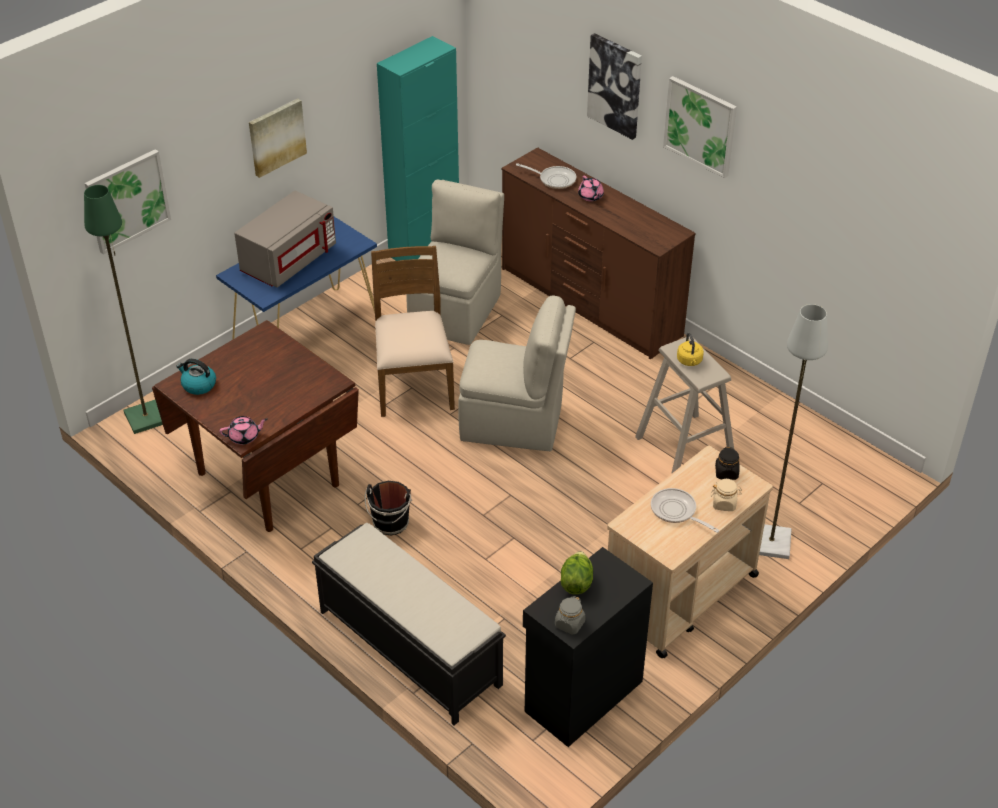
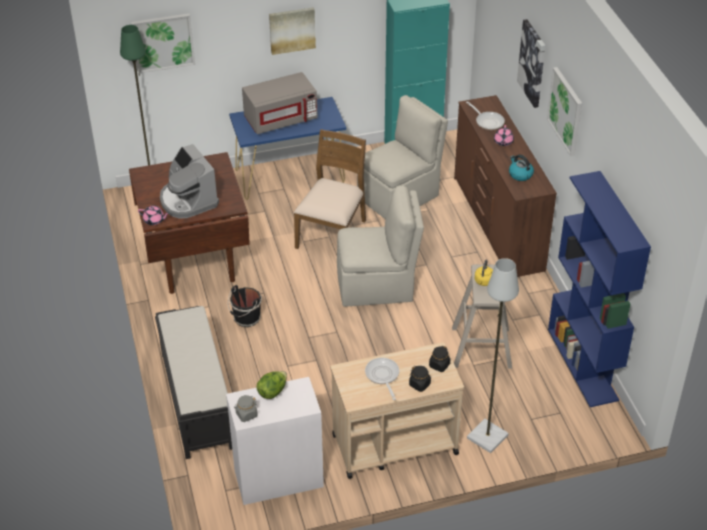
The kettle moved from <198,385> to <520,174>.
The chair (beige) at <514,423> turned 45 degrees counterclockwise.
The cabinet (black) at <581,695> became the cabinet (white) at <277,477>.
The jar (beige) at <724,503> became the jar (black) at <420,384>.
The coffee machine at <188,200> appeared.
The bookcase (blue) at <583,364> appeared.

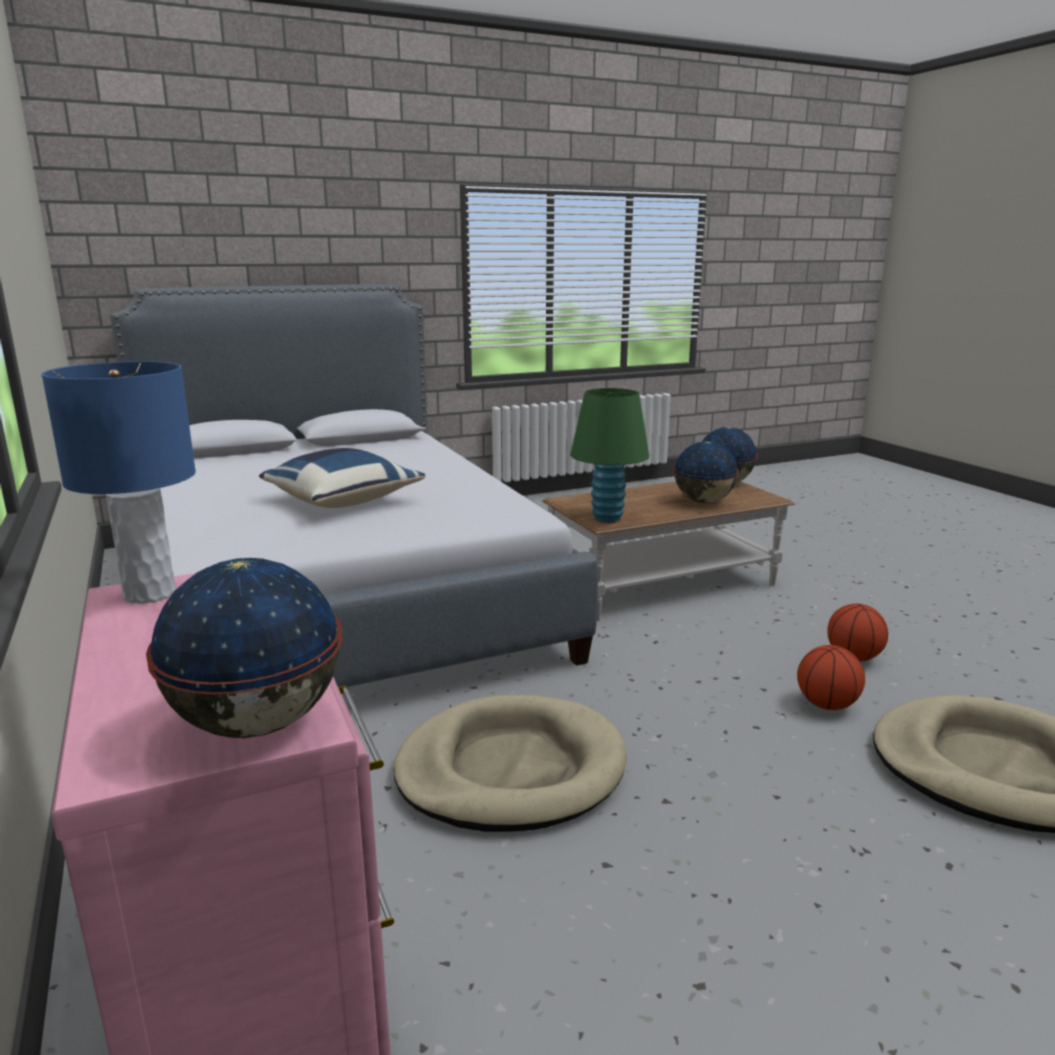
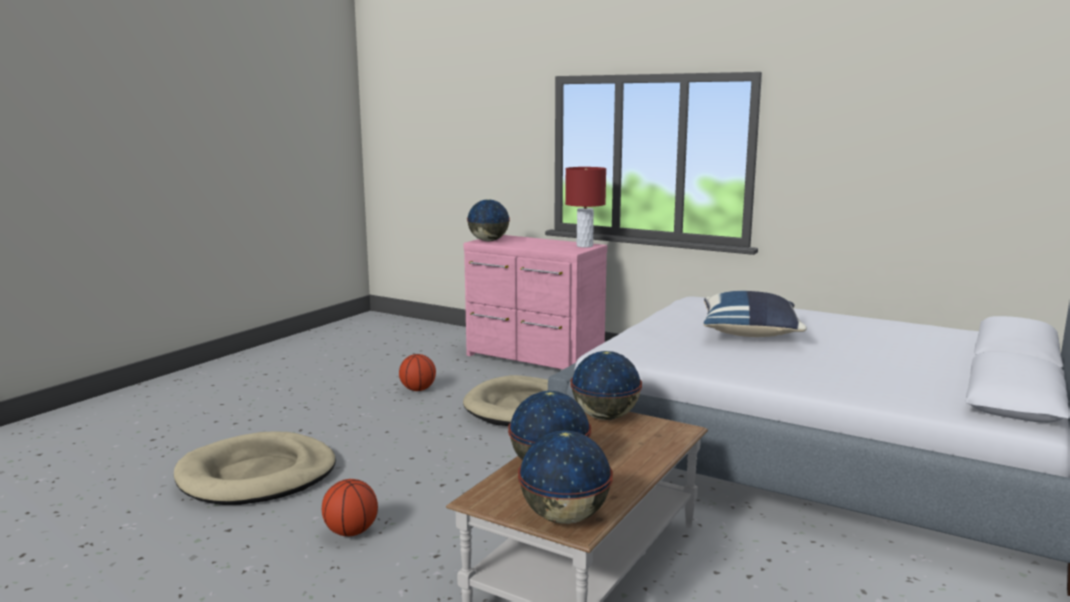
The table lamp (blue) at <149,594> became the table lamp (red) at <585,246>.
The table lamp (green) at <607,518> was replaced by the globe at <605,417>.
The basketball moved from <826,705> to <418,389>.

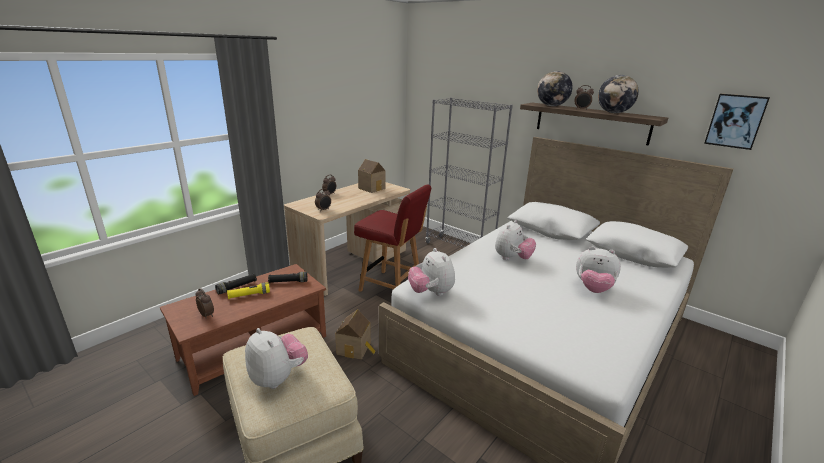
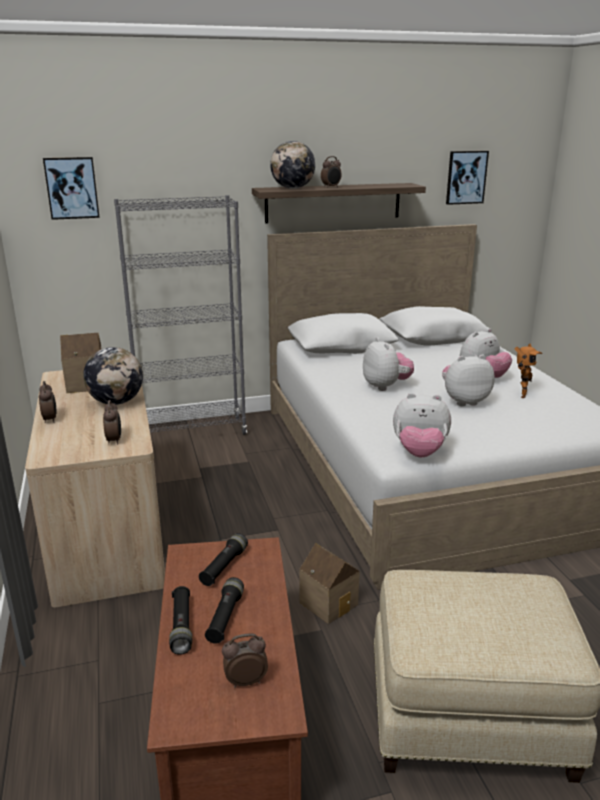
The flashlight (yellow) at <249,295> became the flashlight (black) at <225,617>.
The plush toy moved from <278,377> to <464,401>.
The chair (red) at <392,287> disappeared.
The globe moved from <613,113> to <116,402>.
The picture at <72,188> appeared.
The toy robot at <520,395> appeared.

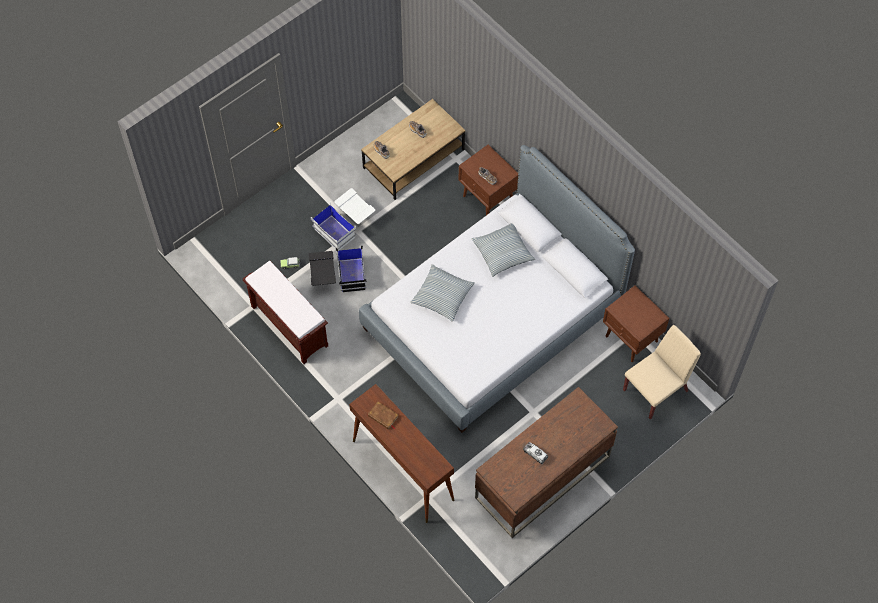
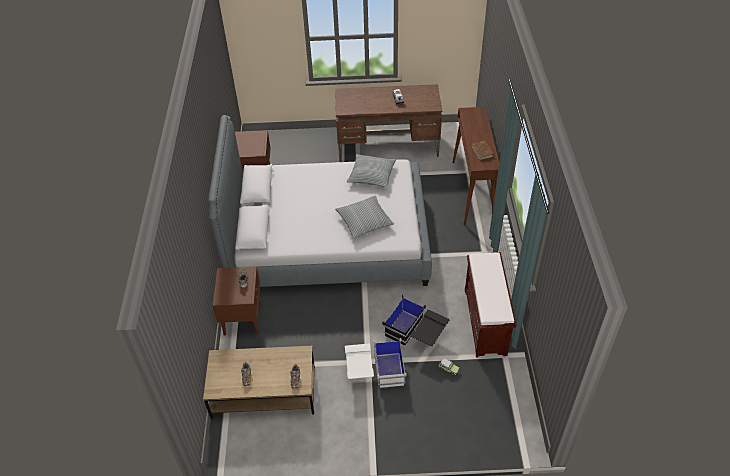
The pillow moved from <502,252> to <371,175>.
The chair (beige) at <656,390> disappeared.

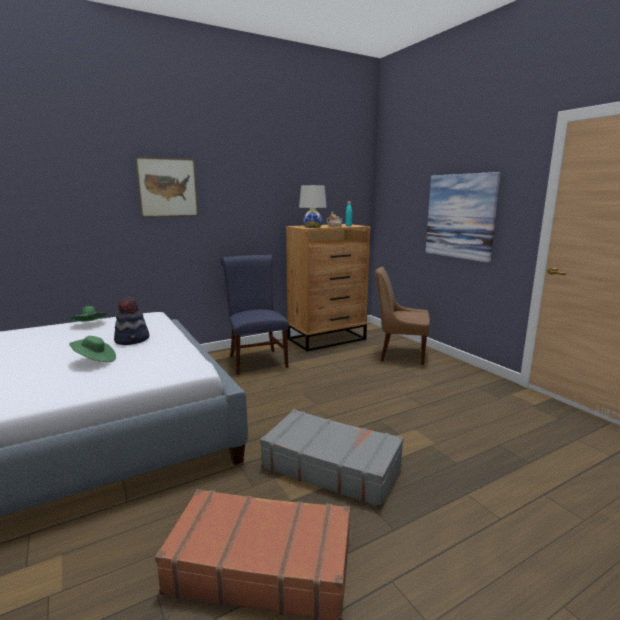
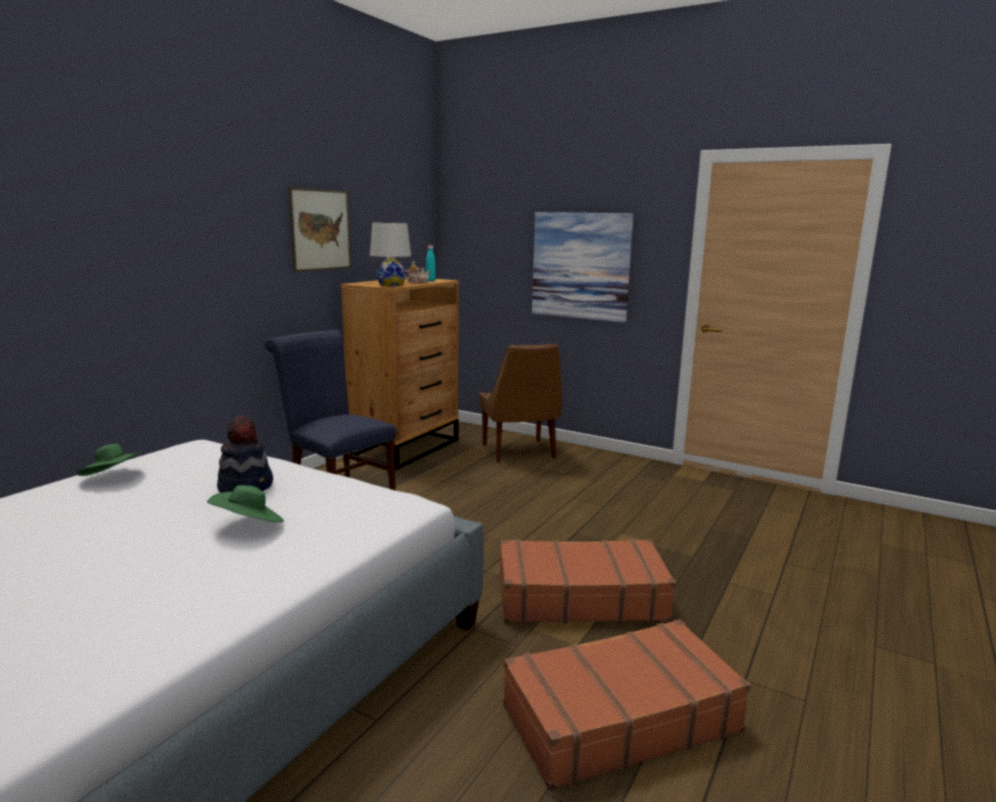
The picture moved from <168,187> to <320,230>.
The suitcase (grey) at <331,466> became the suitcase (brown) at <580,597>.
The chair (brown) at <400,354> turned 90 degrees counterclockwise.

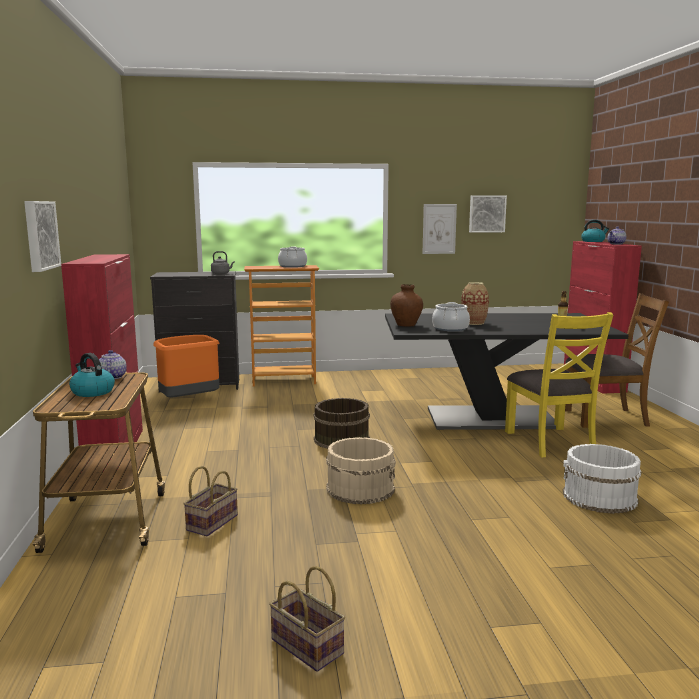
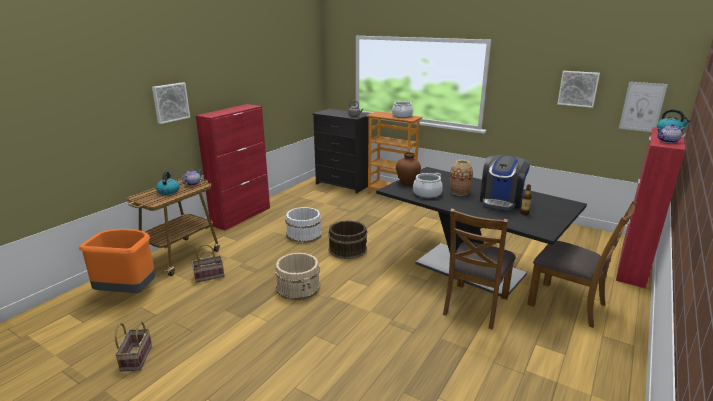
The trash can (orange) moved from <188,402> to <128,292>.
The picture moved from <439,229> to <642,107>.
The chair (yellow) at <550,442> became the chair (brown) at <475,305>.
The bucket (white) moved from <599,497> to <303,234>.
The coffee machine at <501,201> appeared.

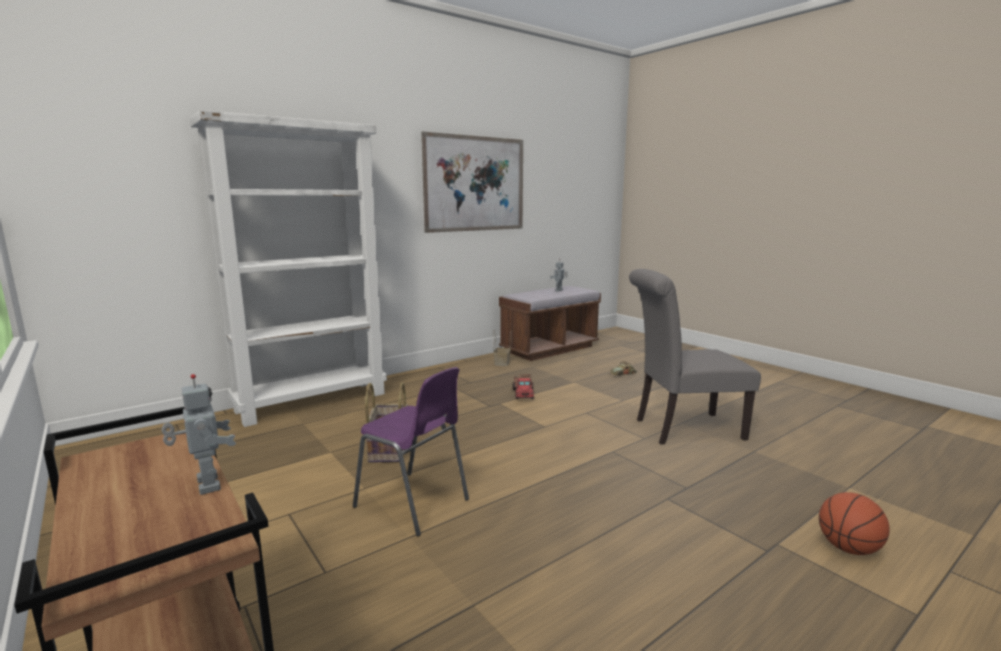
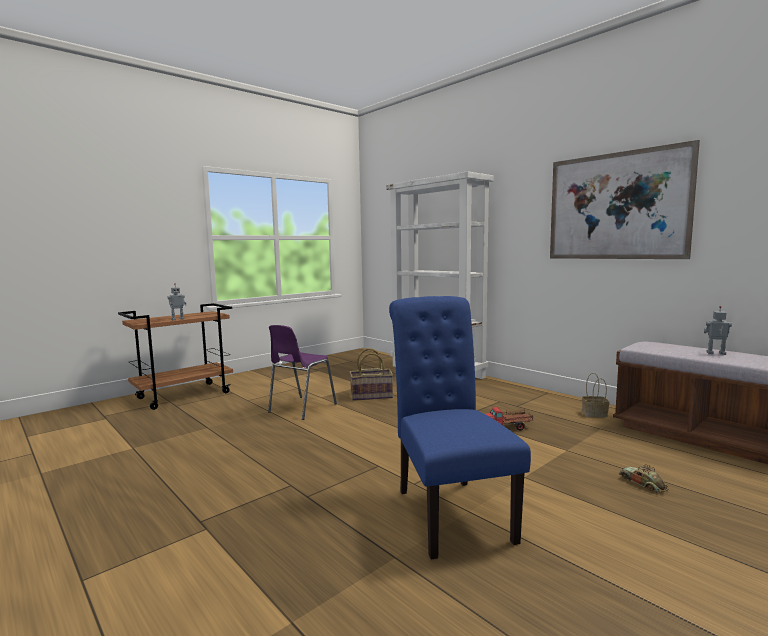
The chair (grey) at <682,429> became the chair (blue) at <449,510>.
The basketball at <848,548> disappeared.

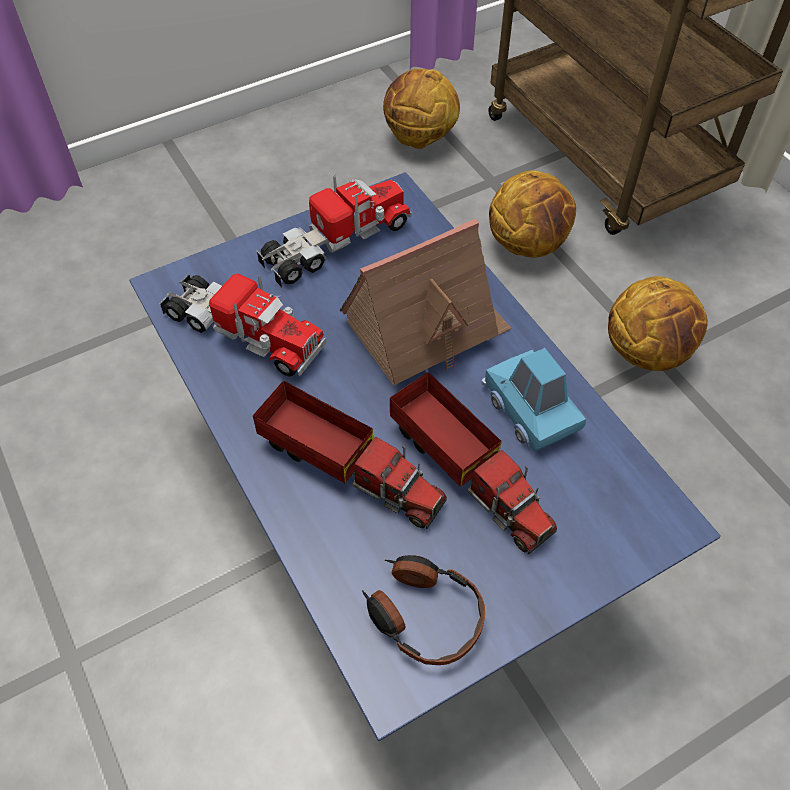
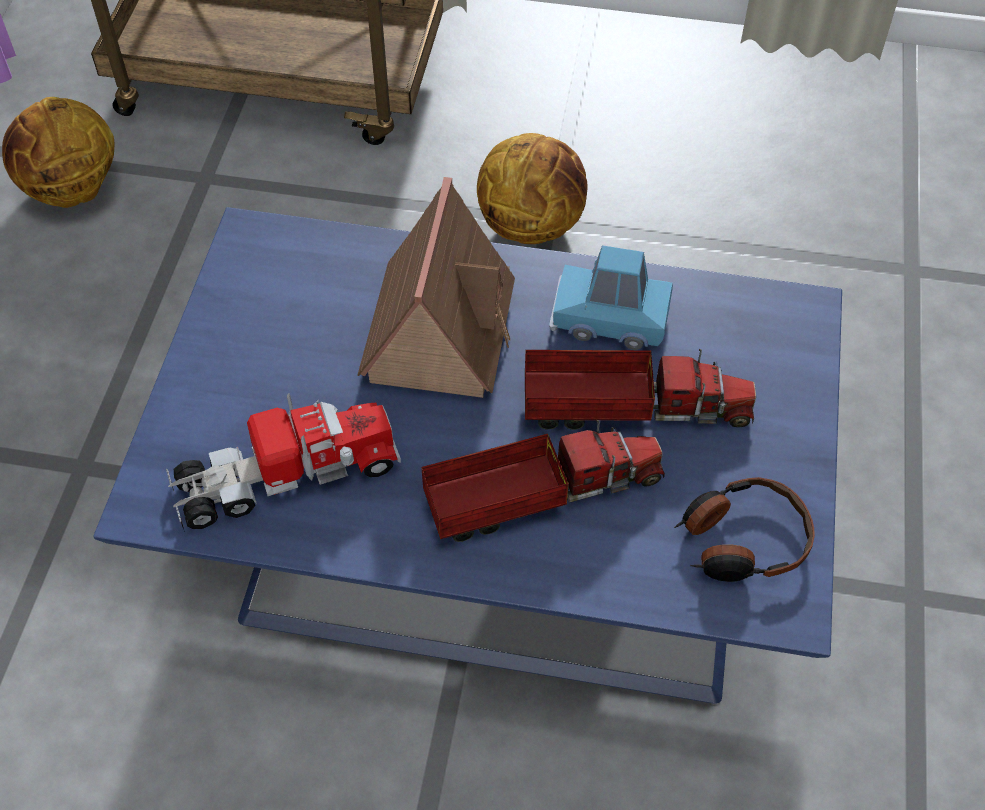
The toy truck at <335,243> disappeared.
The basketball at <528,244> disappeared.

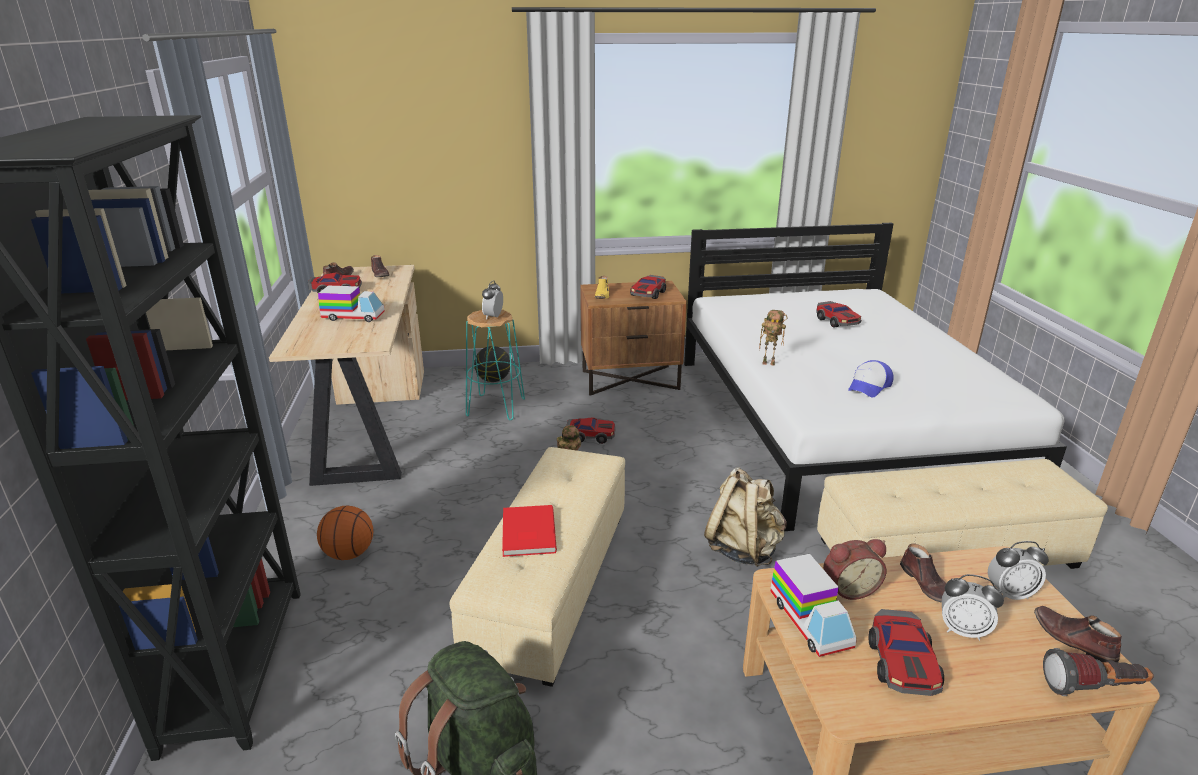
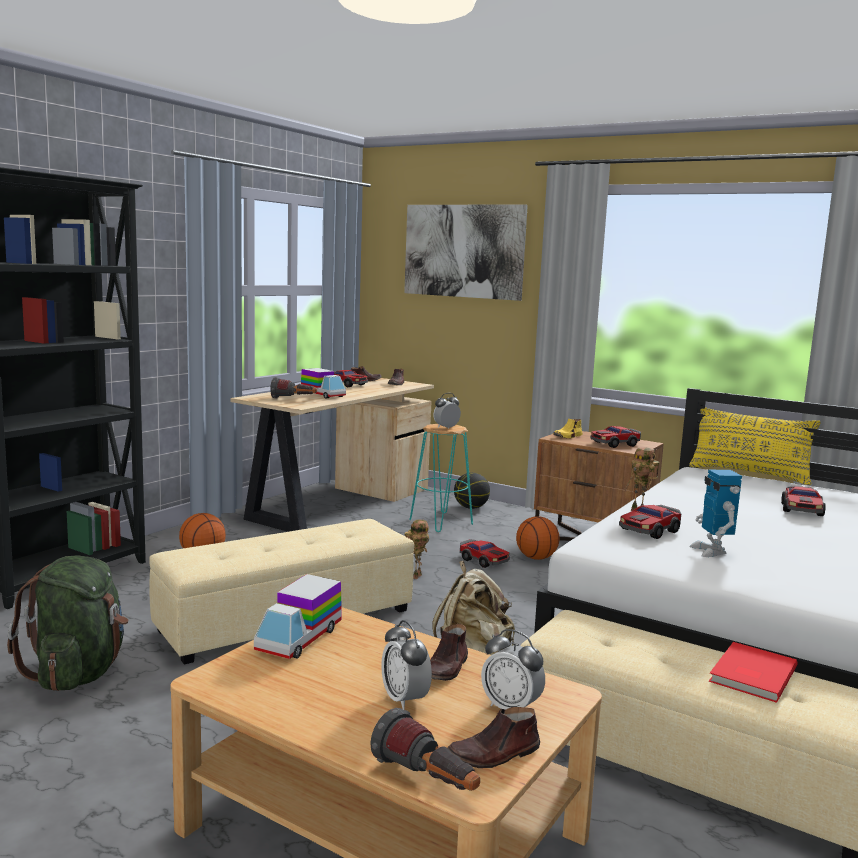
The book (red) moved from <526,533> to <750,674>.
The alarm clock at <848,588> disappeared.
The cap at <869,386> was replaced by the toy robot at <711,551>.
The toy car moved from <903,663> to <650,530>.
The shoe (brown) at <1072,639> turned 120 degrees counterclockwise.
The flashlight at <293,399> appeared.
The picture at <463,251> appeared.
The basketball at <536,558> appeared.
The pillow (yellow) at <749,474> appeared.

